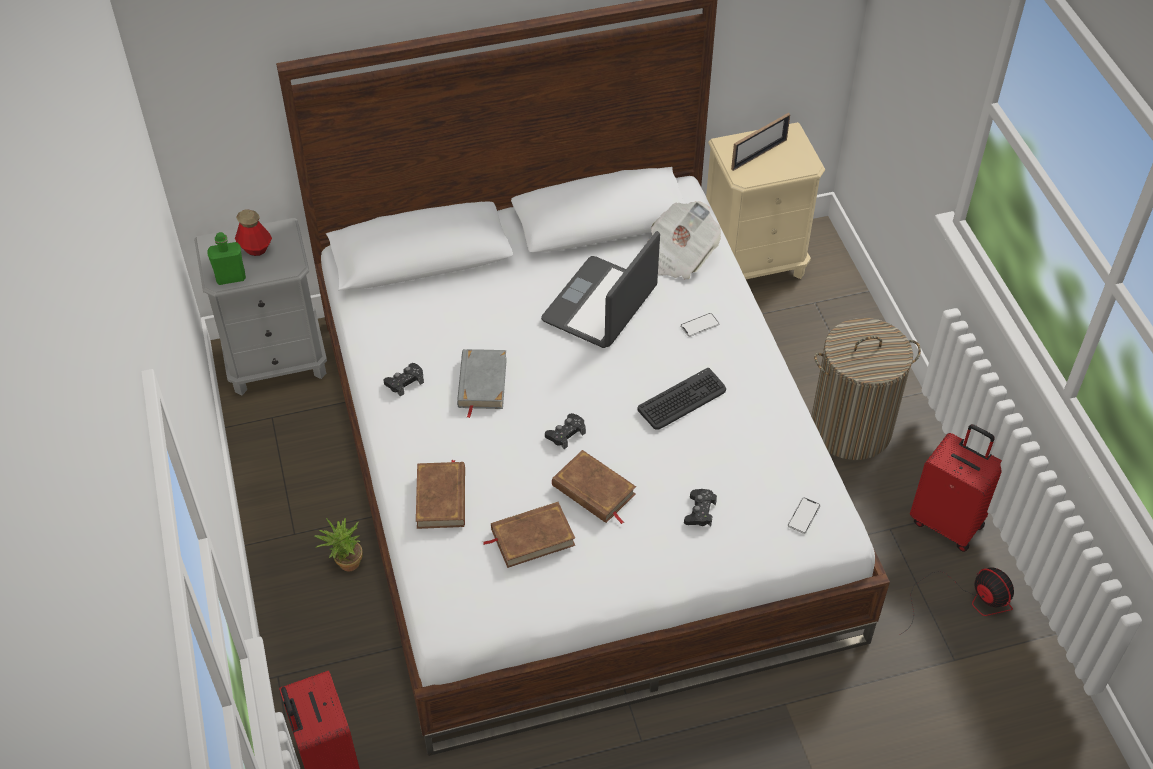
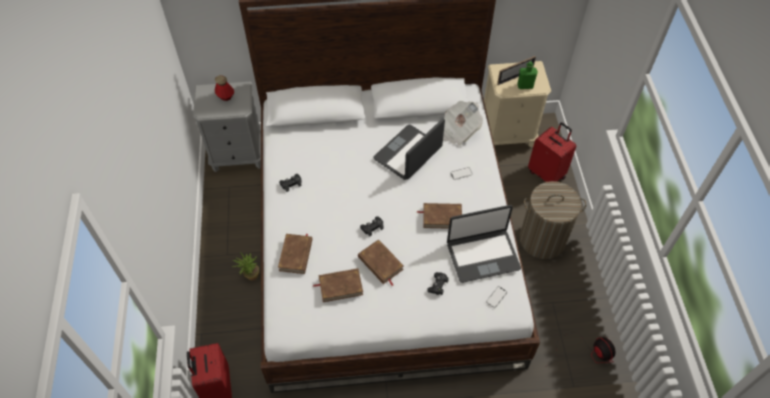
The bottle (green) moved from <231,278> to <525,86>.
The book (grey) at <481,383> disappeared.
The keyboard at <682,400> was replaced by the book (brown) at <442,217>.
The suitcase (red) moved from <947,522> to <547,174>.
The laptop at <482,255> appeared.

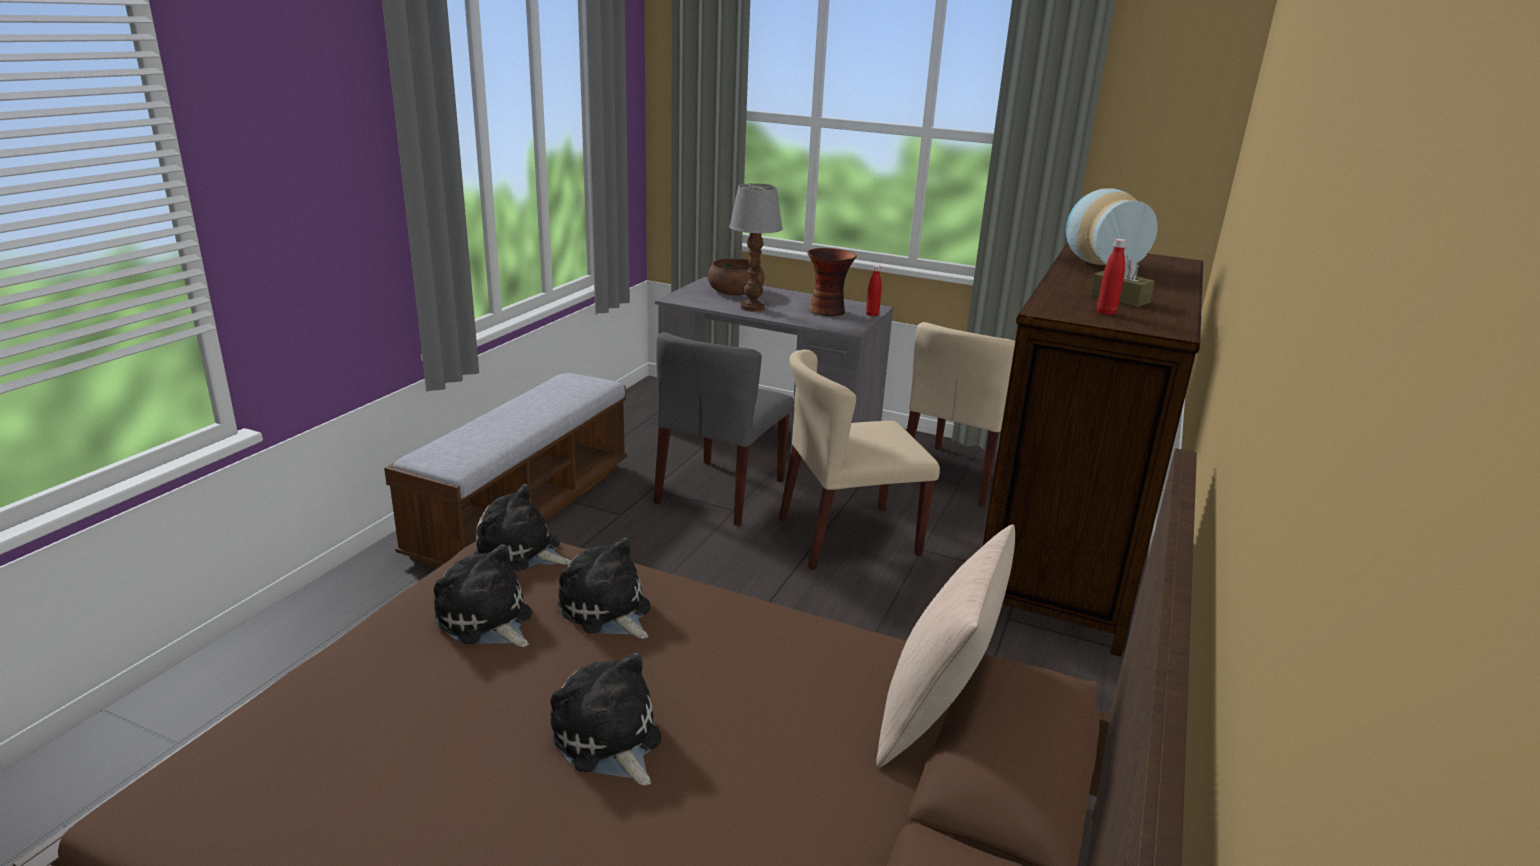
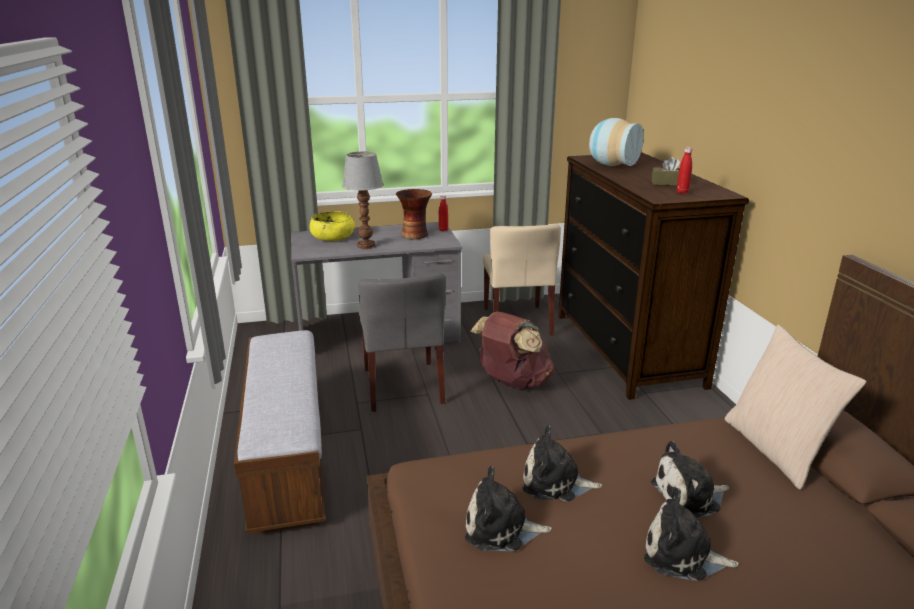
The plush toy moved from <521,552> to <689,496>.
The bowl (brown) at <735,291> became the bowl (yellow) at <332,237>.
The chair (beige) at <847,537> was replaced by the backpack (brown) at <512,383>.

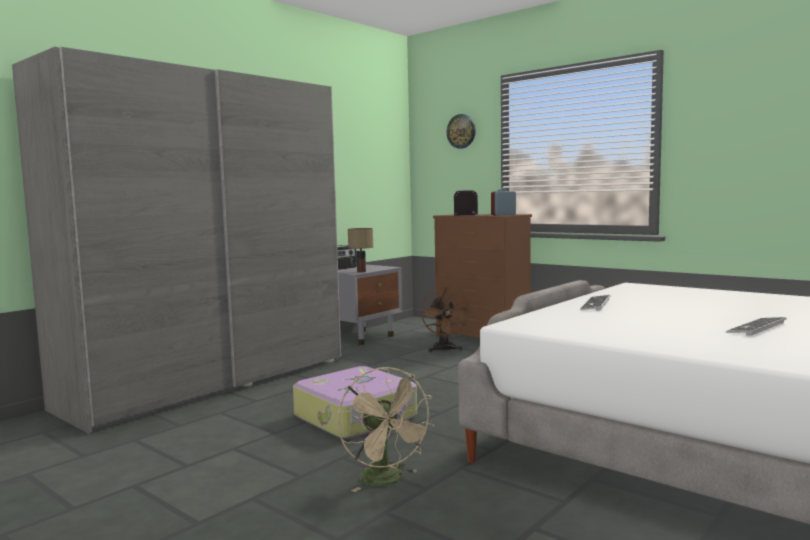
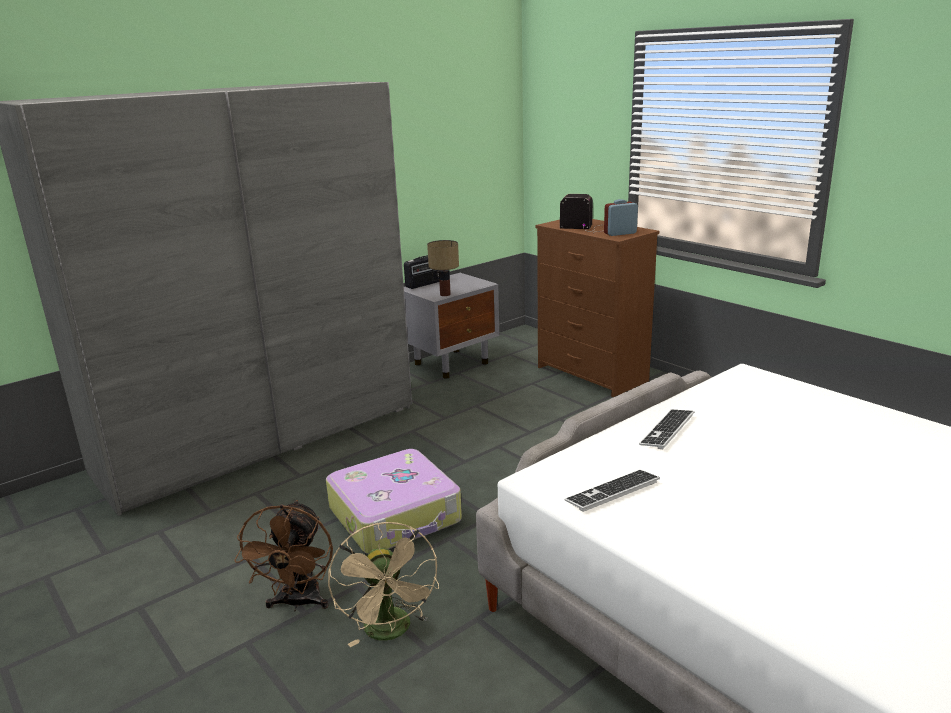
The fan (brown) moved from <445,350> to <298,603>.
The wall clock at <461,131> disappeared.
The keyboard moved from <756,328> to <612,491>.

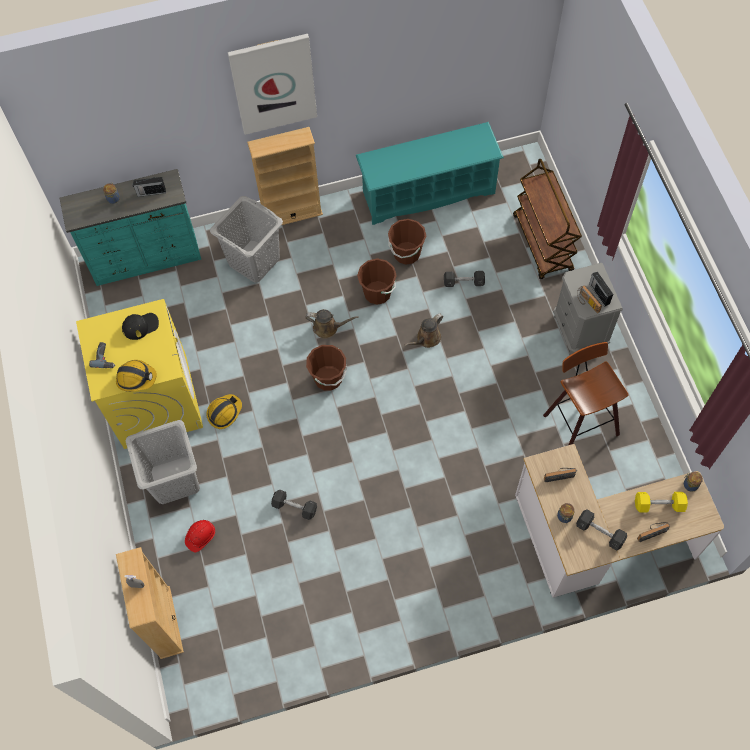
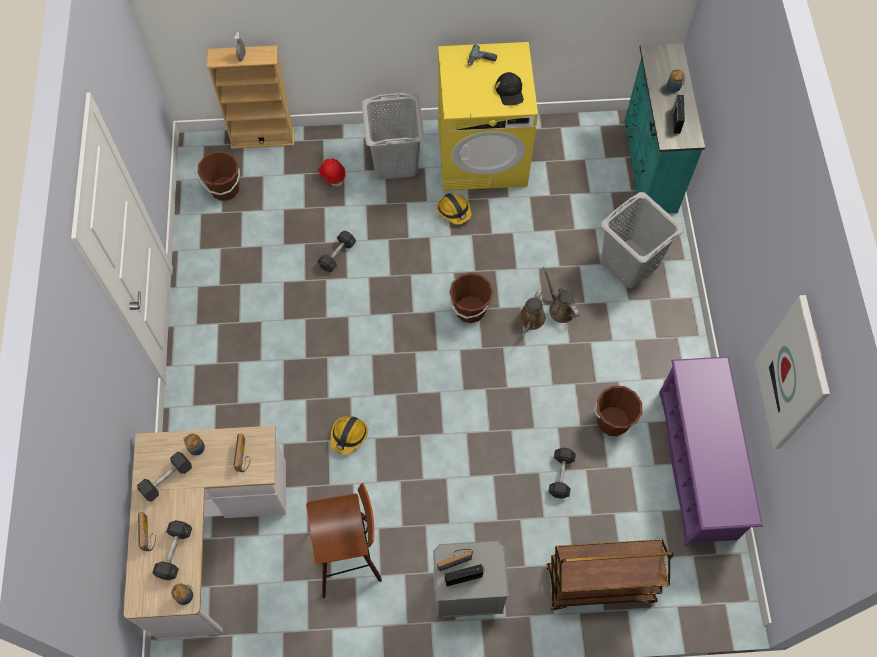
The hard hat moved from <136,378> to <349,435>.
The picture moved from <273,83> to <793,375>.
The bookcase (beige) at <292,214> disappeared.
The shoe rack (turquoise) at <428,192> became the shoe rack (purple) at <697,465>.
The bucket (brown) moved from <377,293> to <225,189>.
The watering can (brown) moved from <427,339> to <560,308>.
The dumbbell (yellow) at <659,505> became the dumbbell (grey) at <174,552>.

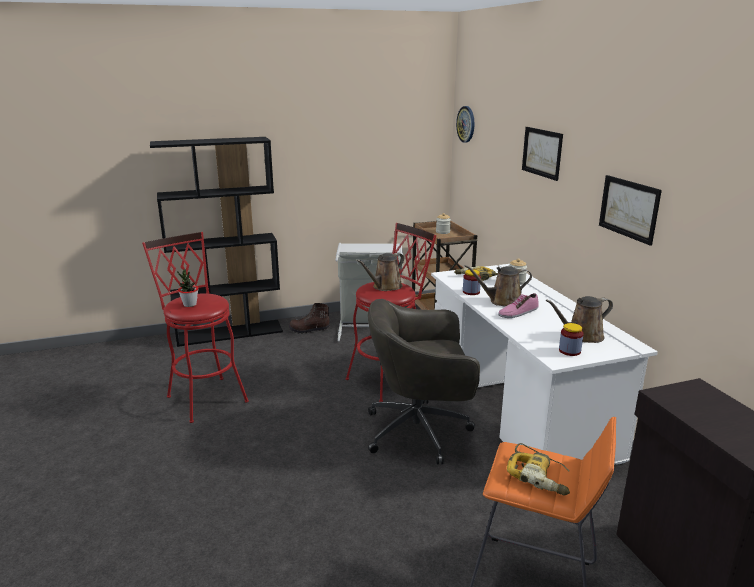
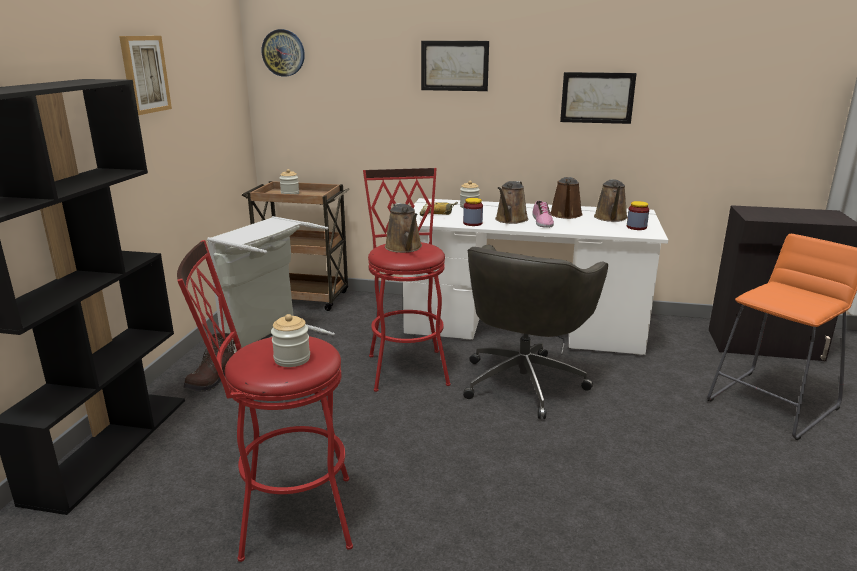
The potted plant at <190,304> was replaced by the jar at <292,359>.
The power drill at <539,476> disappeared.
The picture at <144,74> appeared.
The watering can (brown) at <566,215> appeared.

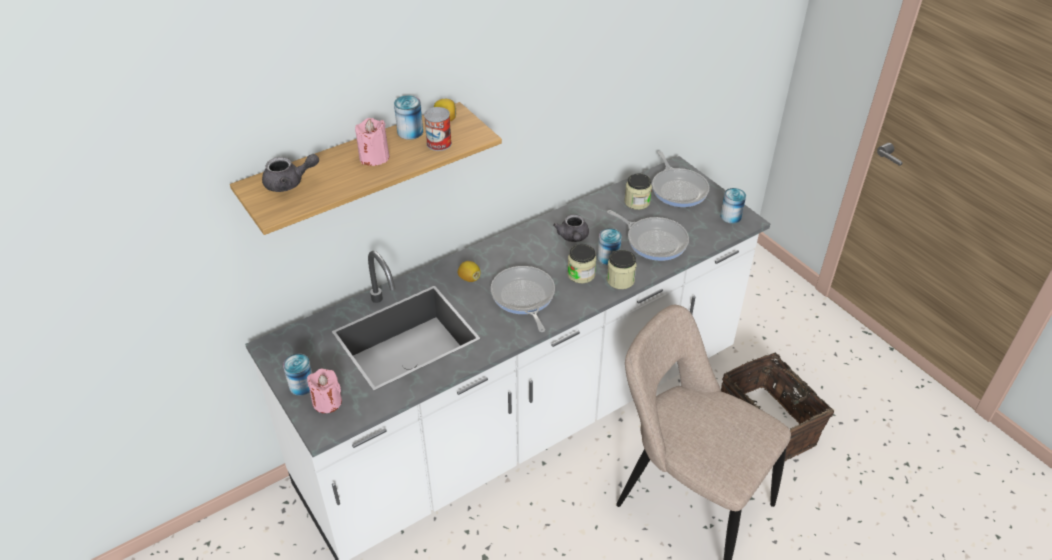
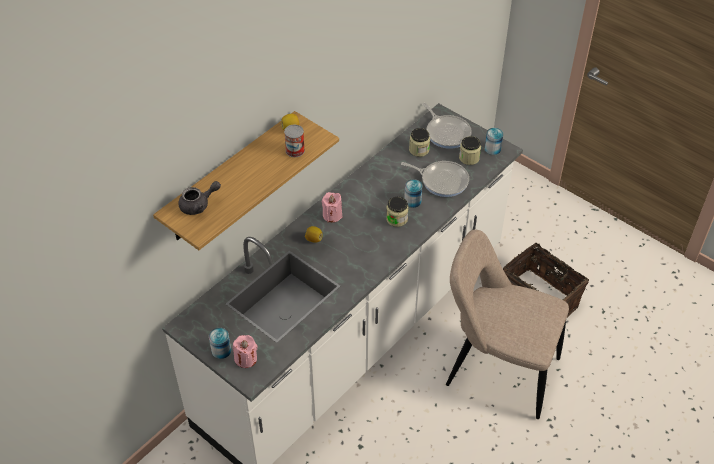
The candle (pink) moved from <374,157> to <332,215>.
The can at <410,132> disappeared.
The frying pan at <523,297> disappeared.
The teapot (grey) at <573,237> disappeared.
The jar moved from <620,280> to <469,158>.

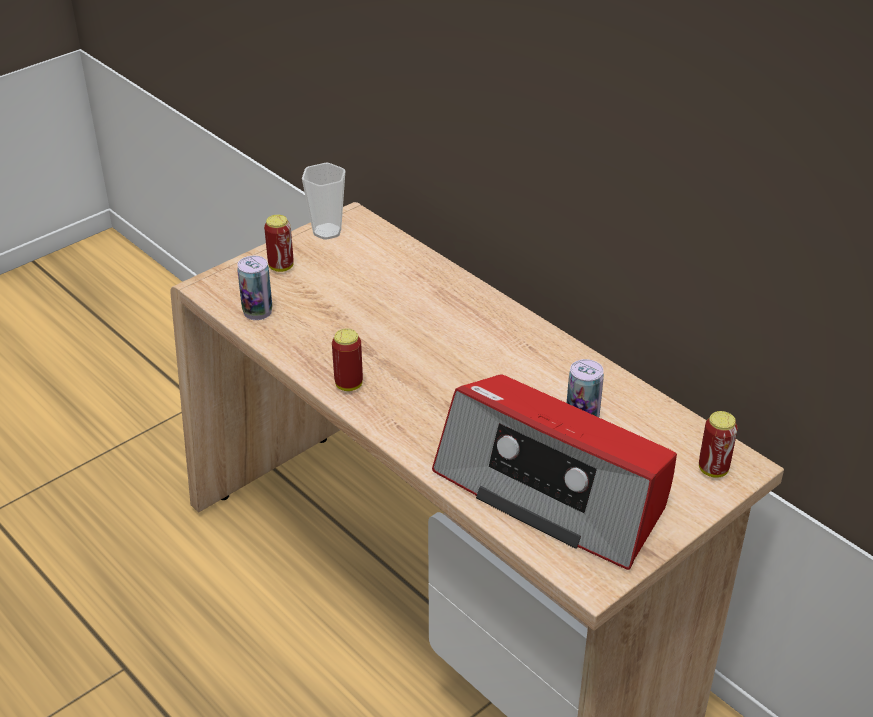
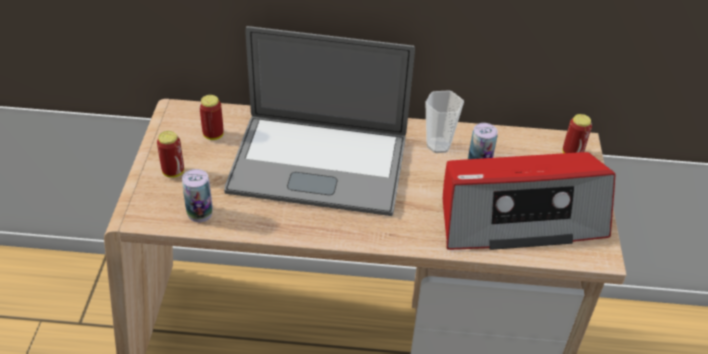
The cup moved from <327,231> to <438,145>.
The can moved from <348,384> to <213,135>.
The laptop at <318,164> appeared.

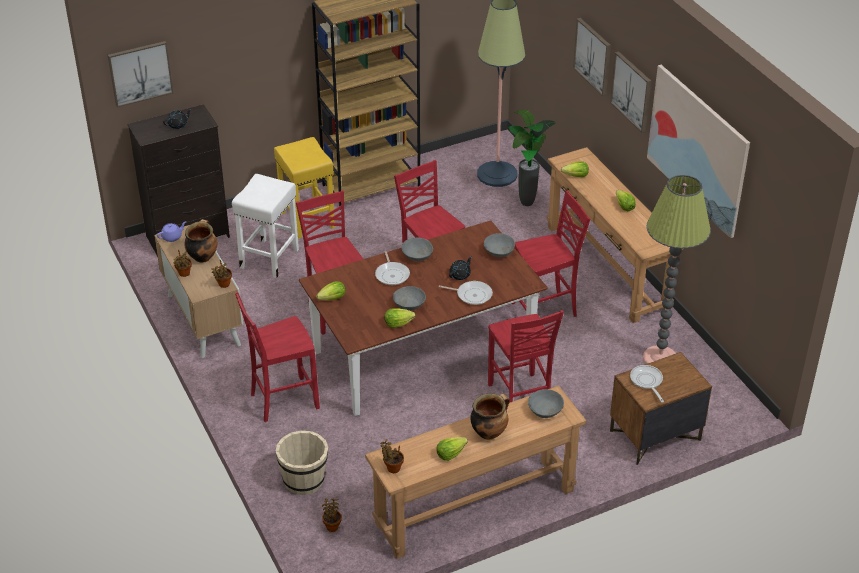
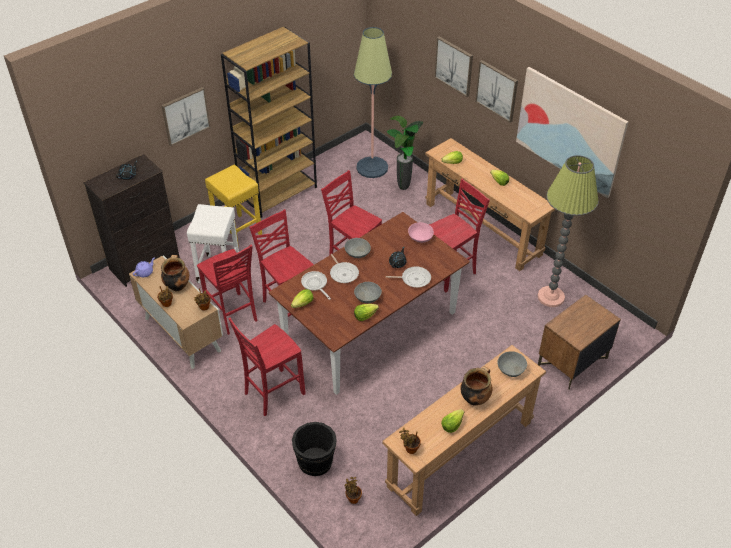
The picture moved from <140,73> to <185,115>.
The bucket (beige) at <304,480> became the bucket (black) at <315,461>.
The bowl (grey) at <498,252> became the bowl (pink) at <420,238>.
The chair (red) moved from <520,399> to <232,315>.
The frying pan moved from <647,382> to <315,284>.

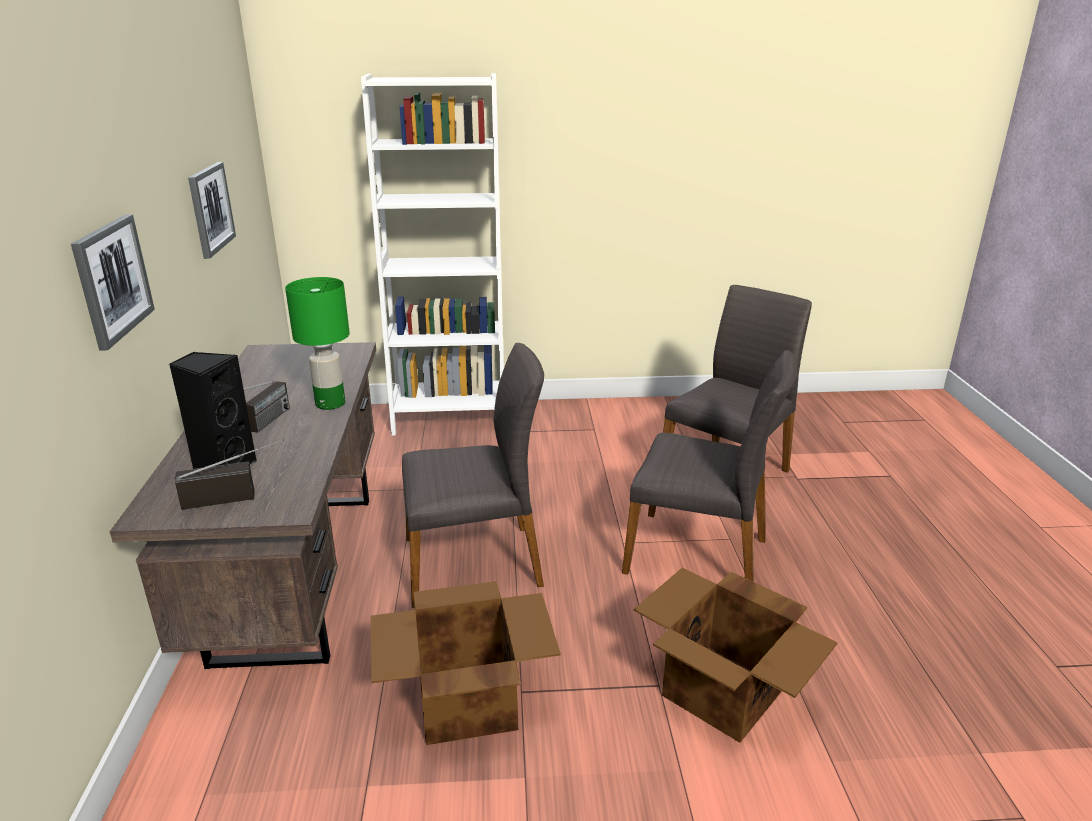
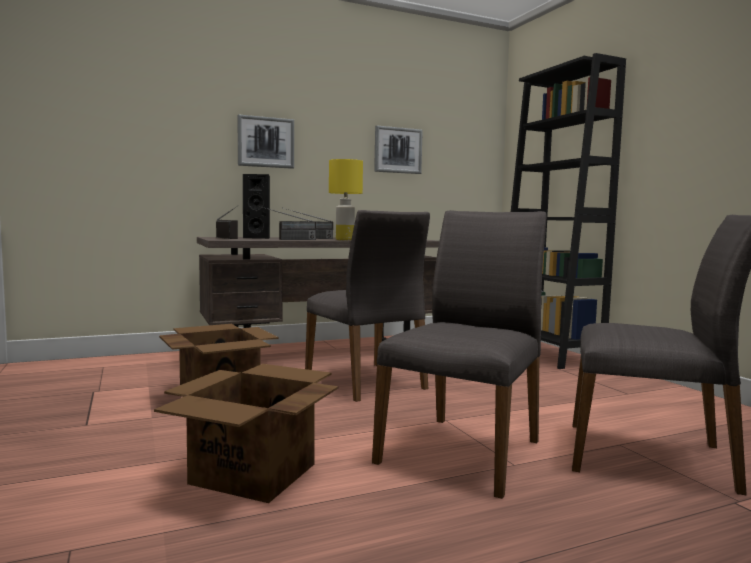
The table lamp (green) at <330,404> became the table lamp (yellow) at <344,240>.
The bookcase (white) at <450,418> became the bookcase (black) at <548,354>.
The chair (grey) at <698,554> turned 150 degrees counterclockwise.
The radio at <288,239> appeared.

